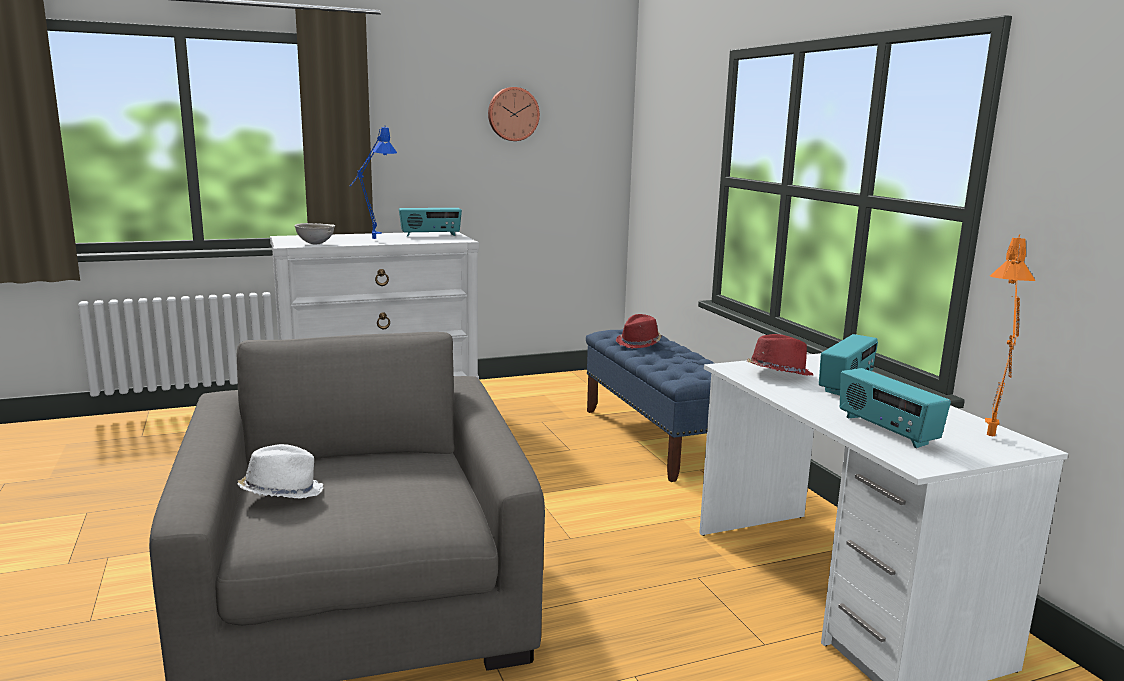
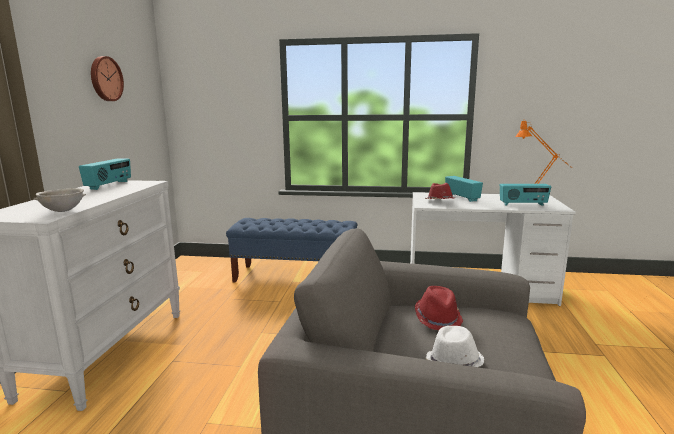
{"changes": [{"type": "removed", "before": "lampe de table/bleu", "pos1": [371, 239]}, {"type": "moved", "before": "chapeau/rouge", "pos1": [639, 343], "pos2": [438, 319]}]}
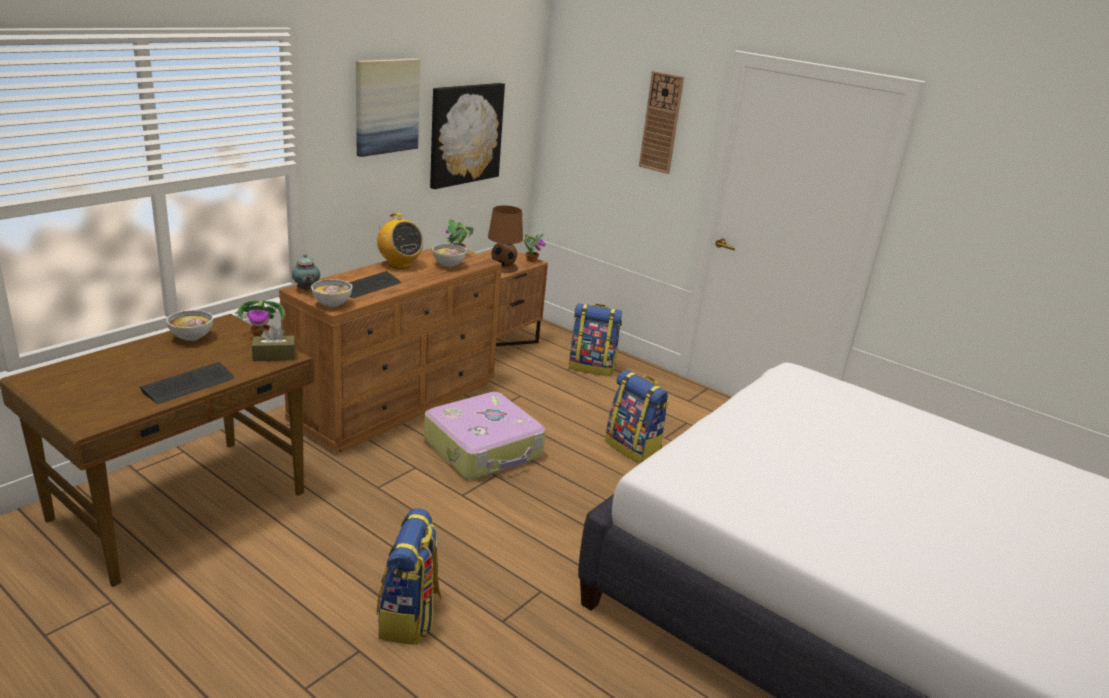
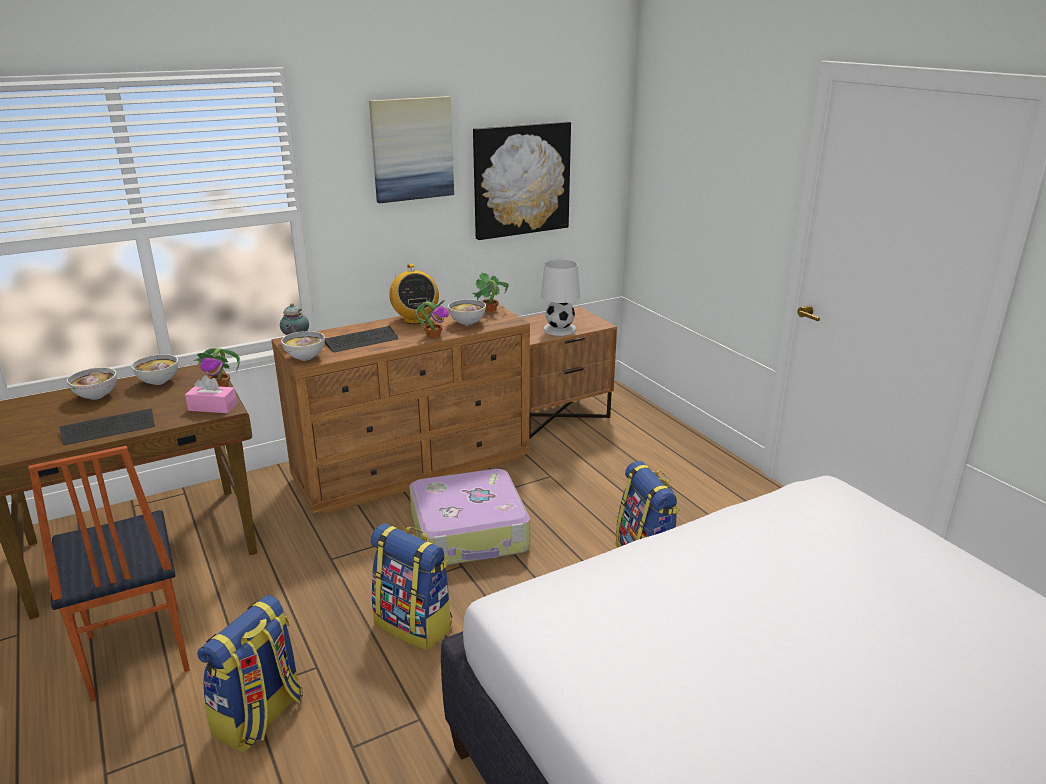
{"changes": [{"type": "removed", "before": "horloge murale", "pos1": [661, 122]}, {"type": "added", "after": "chaise", "pos2": [135, 654]}, {"type": "added", "after": "bol", "pos2": [97, 396]}, {"type": "moved", "before": "plante en pot", "pos1": [531, 260], "pos2": [433, 335]}, {"type": "moved", "before": "sac à dos", "pos1": [592, 367], "pos2": [415, 624]}, {"type": "recoloured", "before": "boîte à mouchoirs/marron", "after": "boîte à mouchoirs/rose", "pos1": [274, 356], "pos2": [212, 407]}, {"type": "recoloured", "before": "lampe de table/marron", "after": "lampe de table/blanc", "pos1": [503, 267], "pos2": [559, 329]}]}
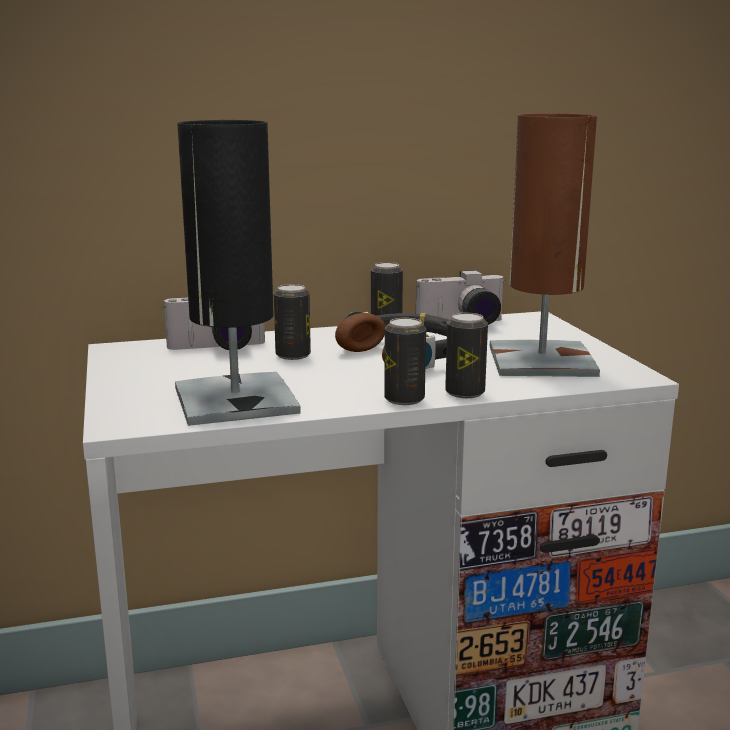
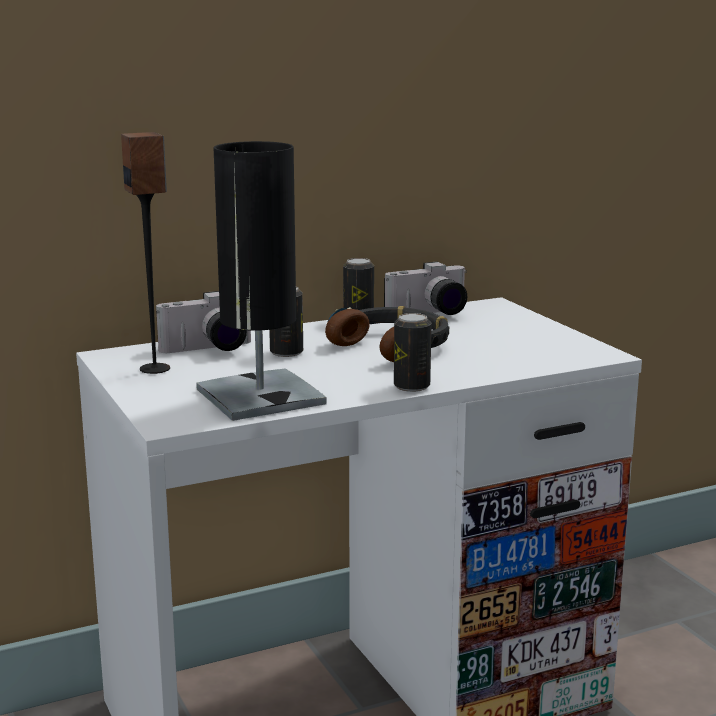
{"changes": [{"type": "removed", "before": "boîte métallique", "pos1": [465, 392]}, {"type": "removed", "before": "lampe de table/marron", "pos1": [541, 361]}, {"type": "added", "after": "enceinte", "pos2": [155, 369]}]}
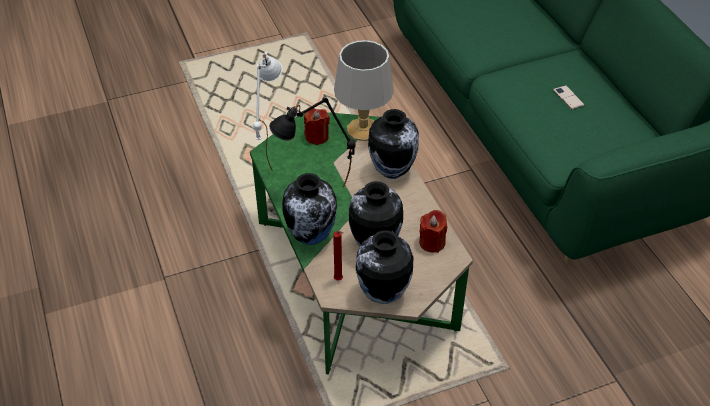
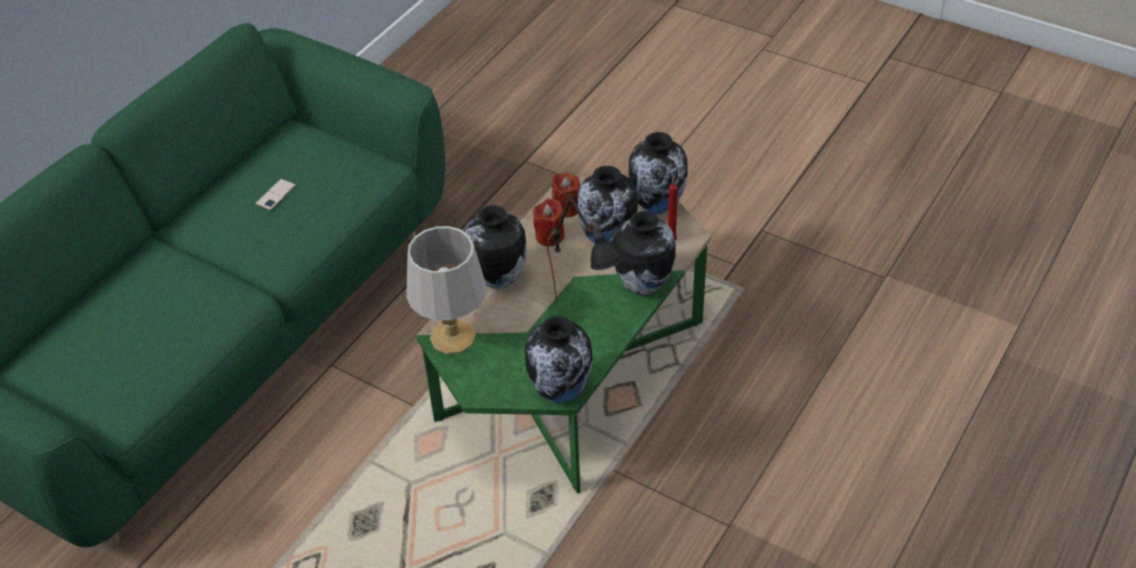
{"changes": [{"type": "moved", "before": "bougie/rouge", "pos1": [317, 137], "pos2": [549, 236]}, {"type": "replaced", "before": "lampe de table/blanc", "after": "vase", "pos1": [268, 151], "pos2": [561, 392]}]}
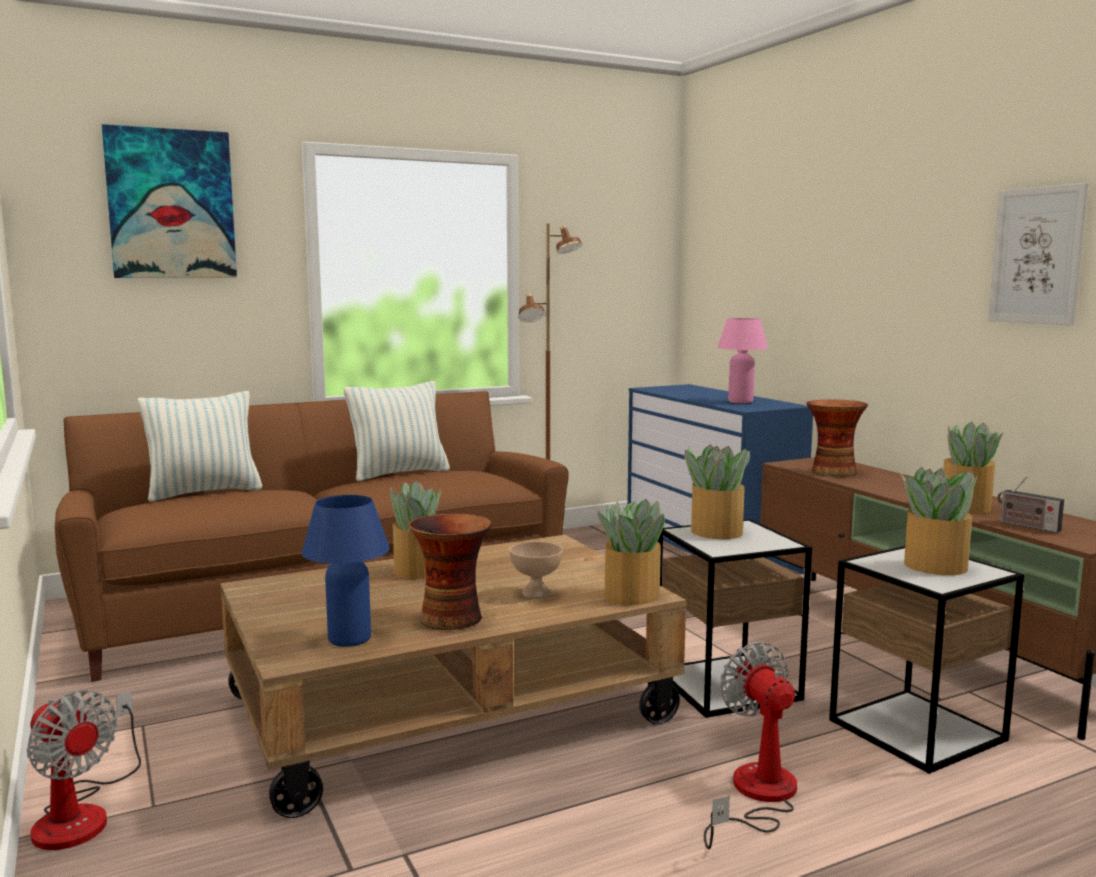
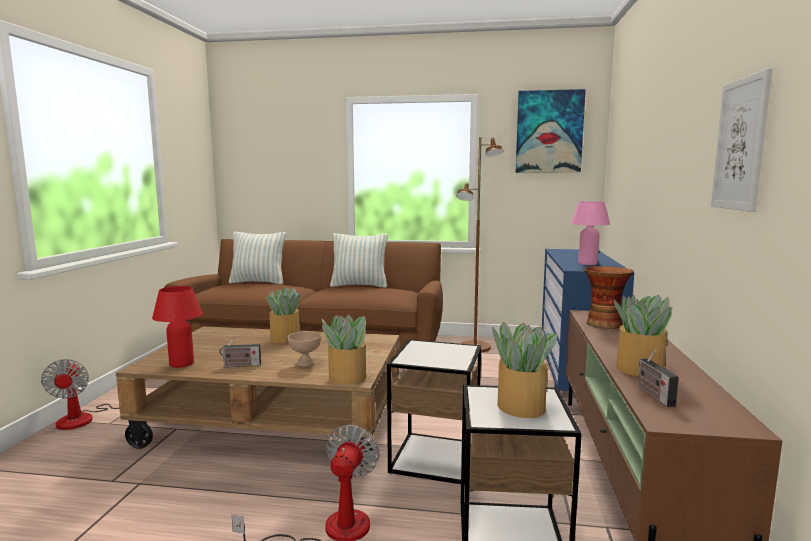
{"changes": [{"type": "removed", "before": "plante en pot", "pos1": [715, 532]}, {"type": "moved", "before": "tableau", "pos1": [171, 204], "pos2": [549, 132]}, {"type": "replaced", "before": "vase", "after": "radio", "pos1": [452, 618], "pos2": [240, 366]}, {"type": "recoloured", "before": "lampe de table/bleu", "after": "lampe de table/rouge", "pos1": [349, 639], "pos2": [181, 364]}]}
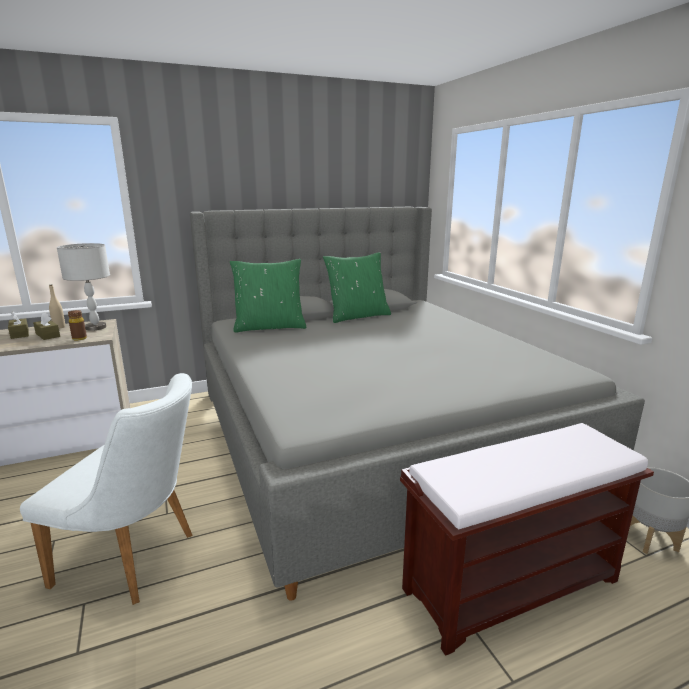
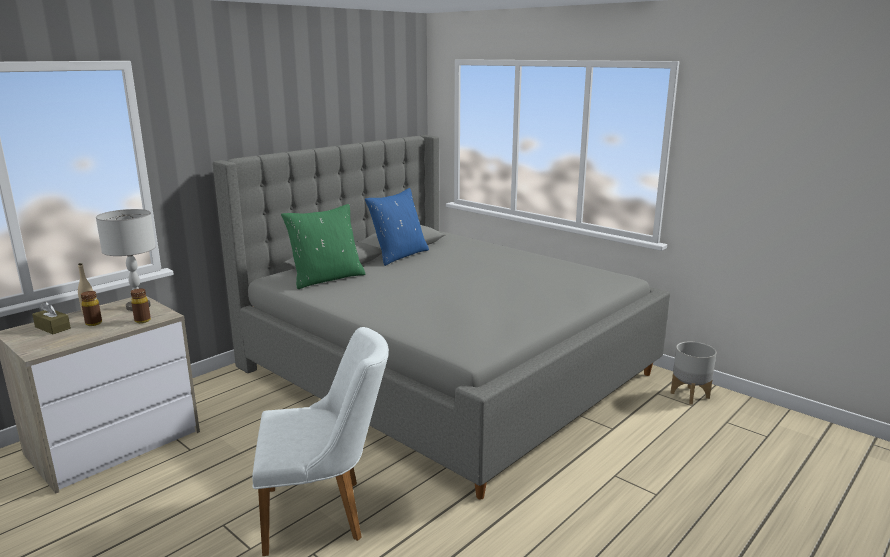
{"changes": [{"type": "removed", "before": "banc/marron", "pos1": [512, 583]}, {"type": "replaced", "before": "boîte à mouchoirs/marron", "after": "bouteille/marron", "pos1": [48, 335], "pos2": [93, 323]}, {"type": "recoloured", "before": "coussin/vert", "after": "coussin/bleu", "pos1": [357, 316], "pos2": [399, 255]}]}
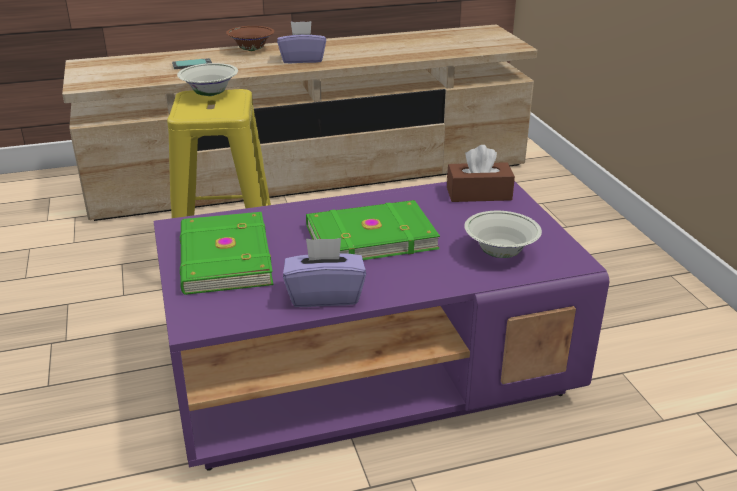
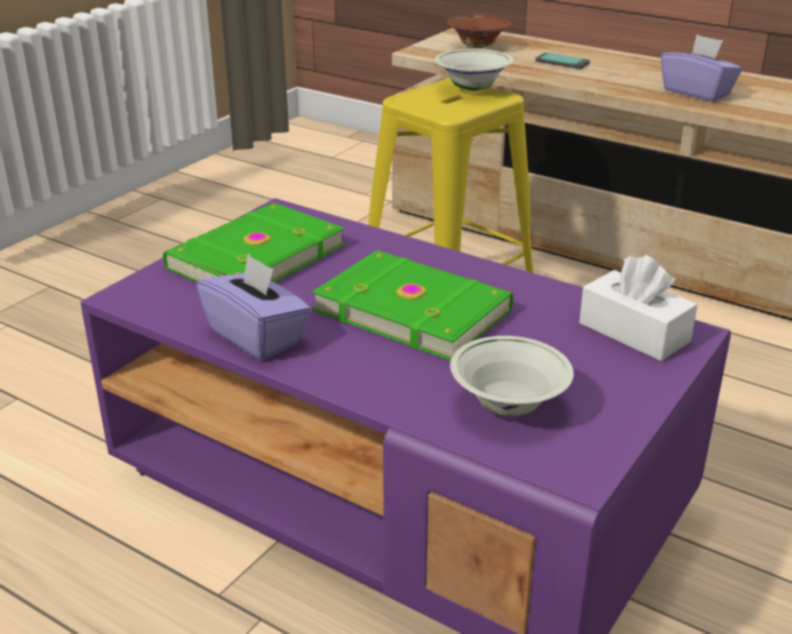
{"changes": [{"type": "moved", "before": "bol/marron", "pos1": [251, 50], "pos2": [477, 47]}, {"type": "recoloured", "before": "boîte à mouchoirs/marron", "after": "boîte à mouchoirs/blanc", "pos1": [479, 194], "pos2": [634, 332]}]}
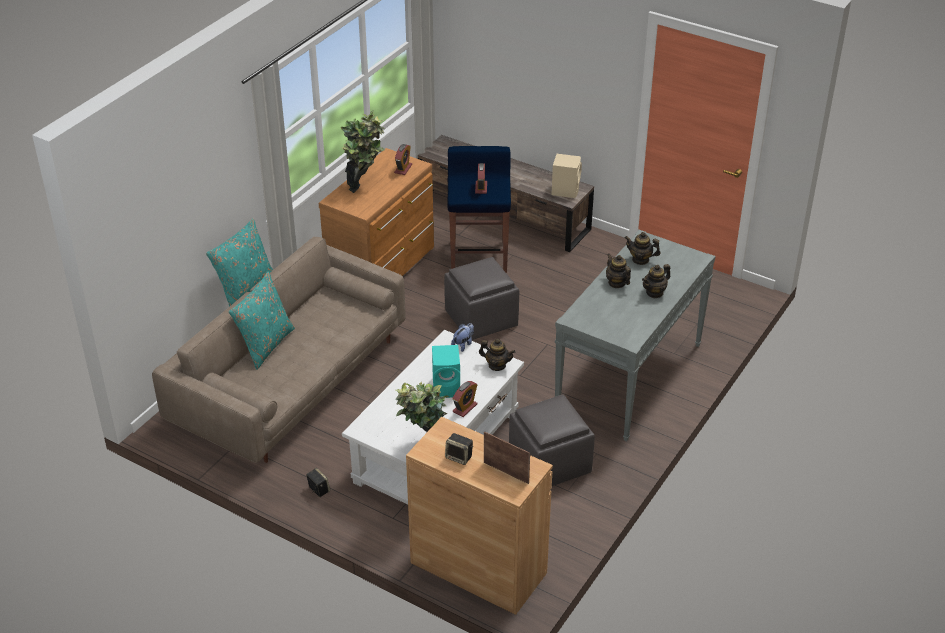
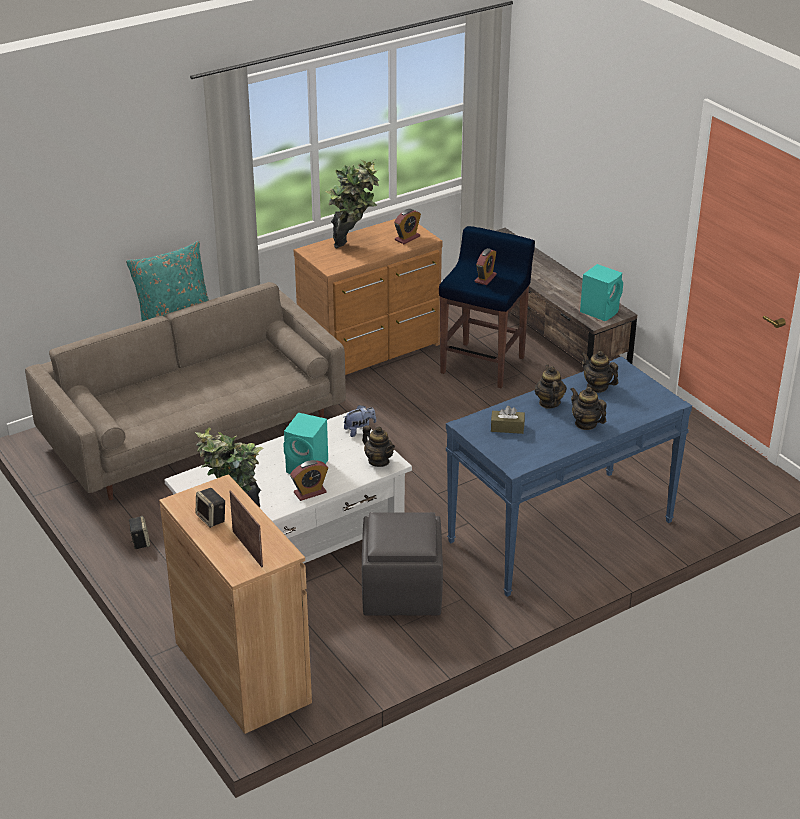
{"changes": [{"type": "removed", "before": "coussin/turquoise", "pos1": [265, 345]}, {"type": "removed", "before": "pouf/gris", "pos1": [481, 318]}, {"type": "added", "after": "boîte à mouchoirs/marron", "pos2": [507, 427]}, {"type": "recoloured", "before": "enceinte/beige", "after": "enceinte/turquoise", "pos1": [565, 190], "pos2": [600, 311]}, {"type": "recoloured", "before": "table console/gris", "after": "table console/bleu", "pos1": [629, 378], "pos2": [560, 532]}, {"type": "turned", "before": "théière", "pos1": [654, 292], "pos2": [586, 424], "turn": 60}]}
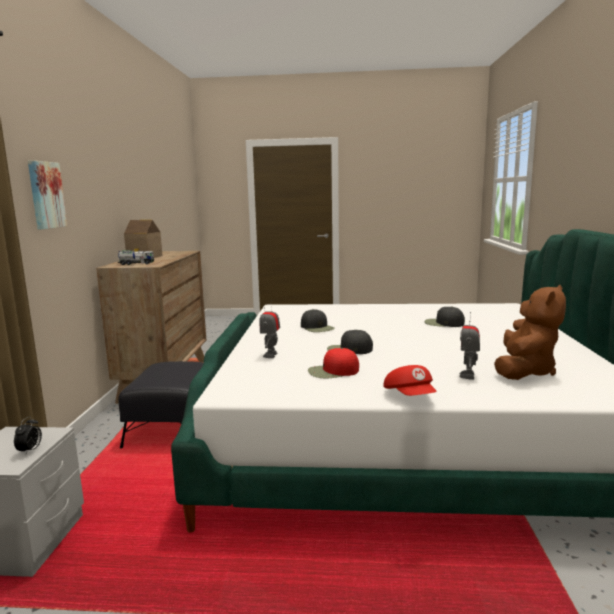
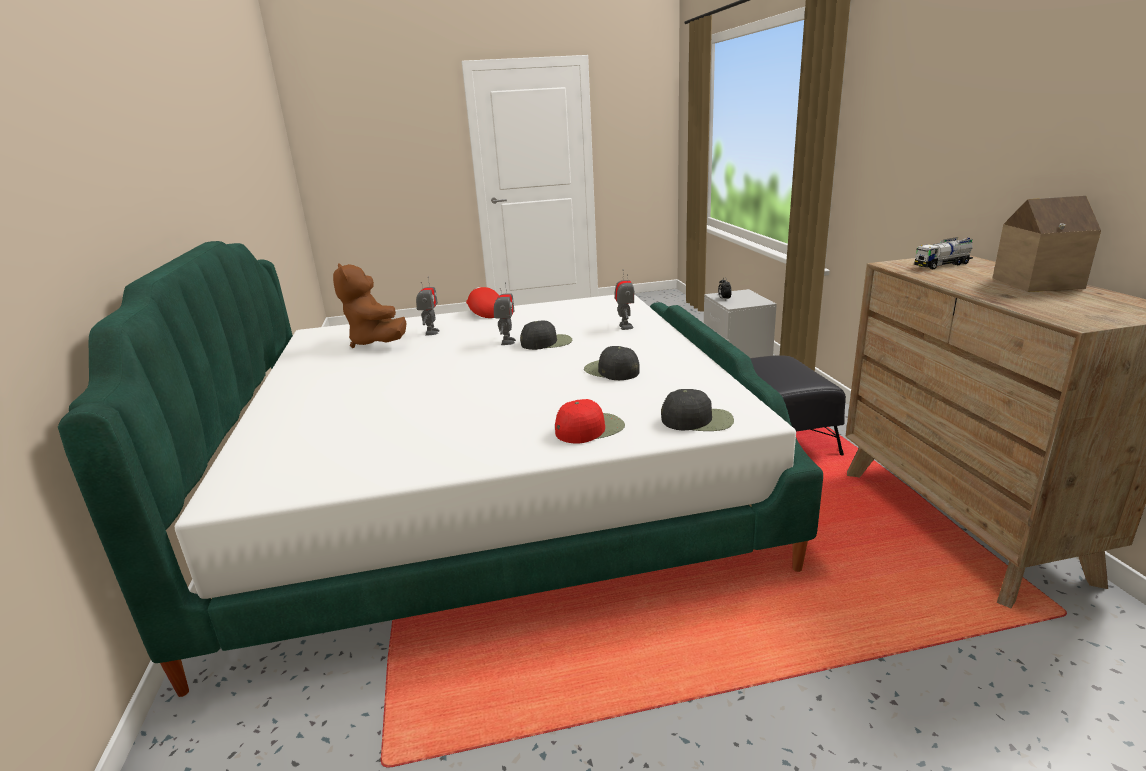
{"changes": [{"type": "removed", "before": "tableau", "pos1": [45, 195]}, {"type": "added", "after": "robot jouet", "pos2": [507, 342]}, {"type": "moved", "before": "casquette/rouge", "pos1": [333, 371], "pos2": [589, 428]}, {"type": "moved", "before": "casquette/noir", "pos1": [443, 323], "pos2": [698, 420]}, {"type": "turned", "before": "peluche/marron", "pos1": [524, 371], "pos2": [376, 342], "turn": -45}]}
